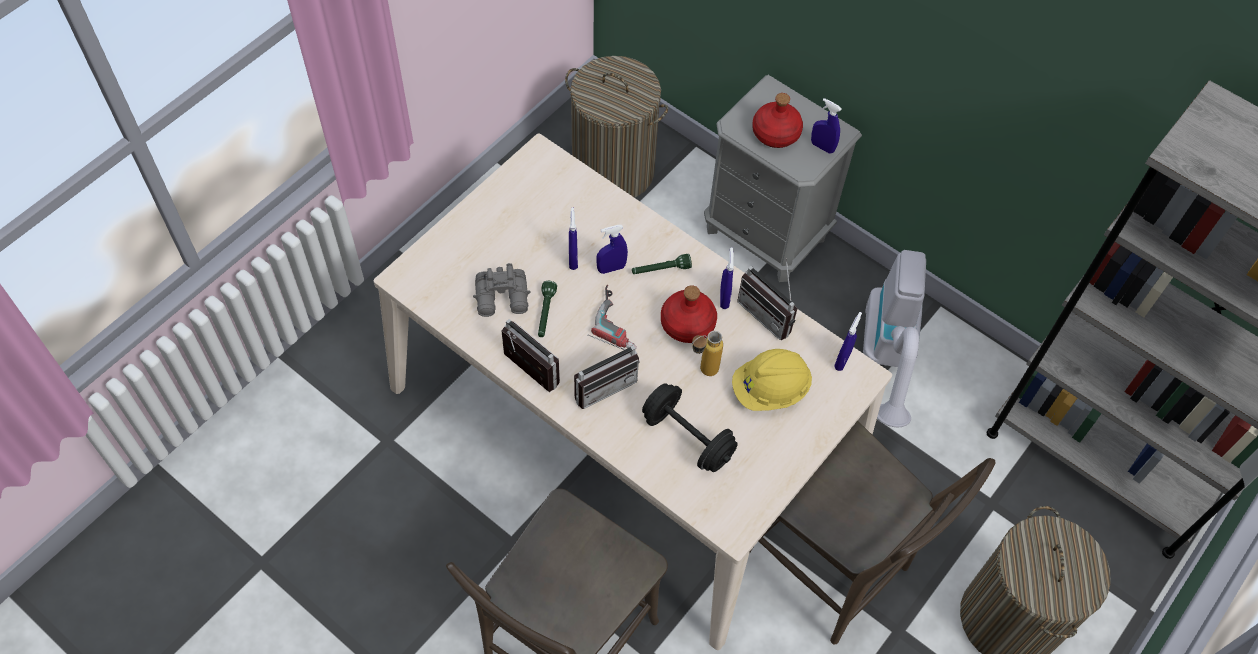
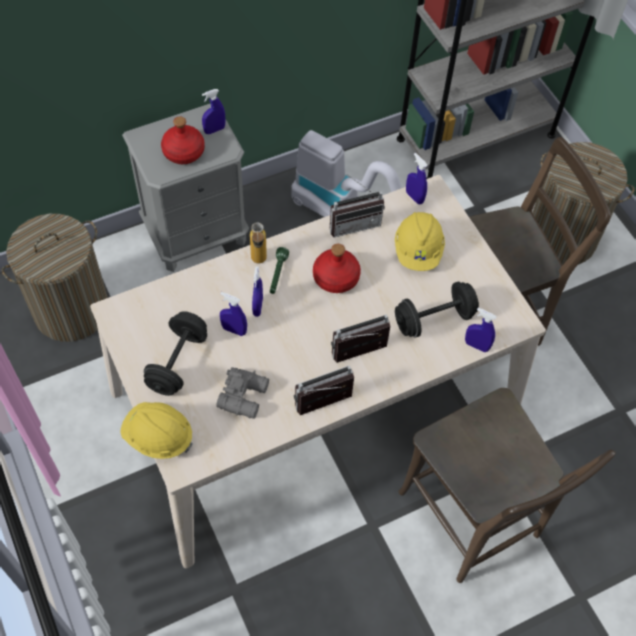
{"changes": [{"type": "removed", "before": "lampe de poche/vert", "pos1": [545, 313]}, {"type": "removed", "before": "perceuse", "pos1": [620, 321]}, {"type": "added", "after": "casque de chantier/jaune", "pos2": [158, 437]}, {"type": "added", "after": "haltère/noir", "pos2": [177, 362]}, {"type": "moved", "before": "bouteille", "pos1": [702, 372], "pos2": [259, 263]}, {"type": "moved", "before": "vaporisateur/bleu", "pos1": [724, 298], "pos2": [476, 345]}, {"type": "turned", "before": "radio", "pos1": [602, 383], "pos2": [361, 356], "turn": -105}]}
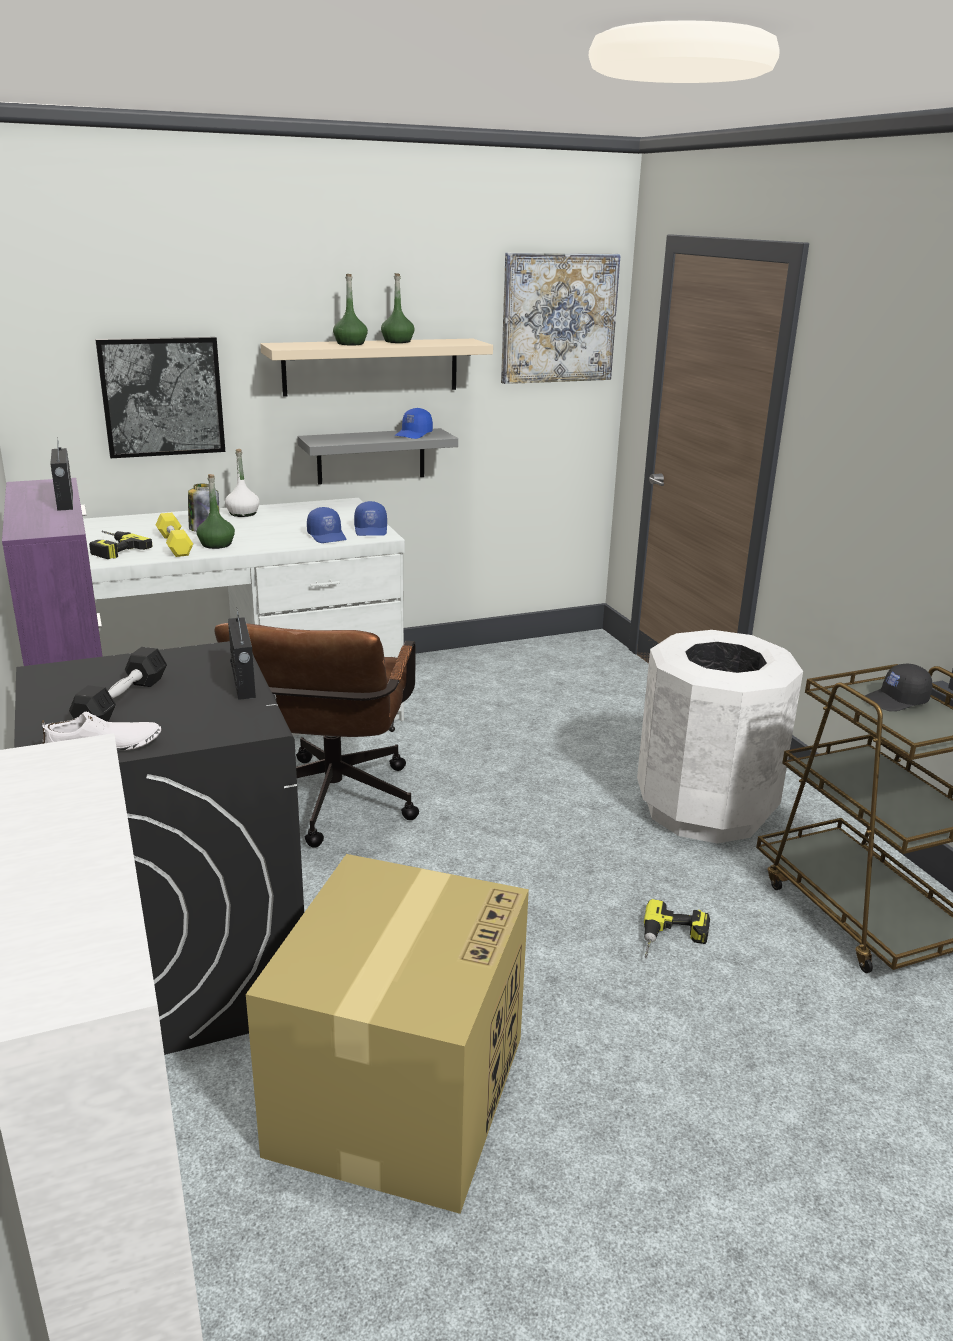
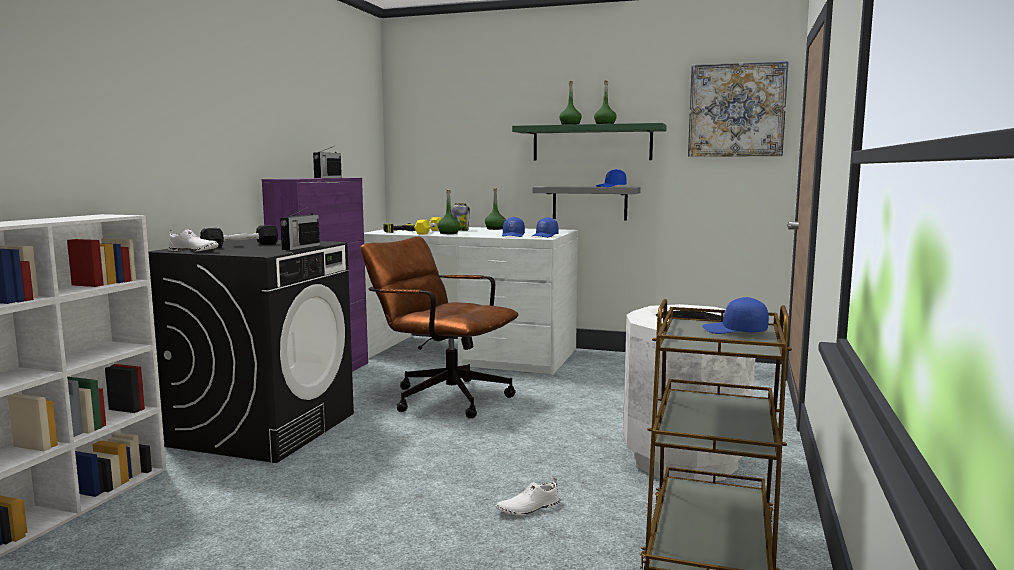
{"changes": [{"type": "removed", "before": "tableau", "pos1": [162, 396]}, {"type": "removed", "before": "carton", "pos1": [399, 1091]}, {"type": "replaced", "before": "perceuse", "after": "chaussure/blanc", "pos1": [673, 941], "pos2": [528, 508]}, {"type": "recoloured", "before": "bouteille/blanc", "after": "bouteille/vert", "pos1": [243, 513], "pos2": [495, 229]}, {"type": "recoloured", "before": "étagère/beige", "after": "étagère/vert", "pos1": [371, 366], "pos2": [591, 143]}, {"type": "recoloured", "before": "casquette/noir", "after": "casquette/bleu", "pos1": [896, 701], "pos2": [734, 331]}, {"type": "turned", "before": "chaise de bureau/marron", "pos1": [329, 808], "pos2": [442, 396], "turn": 75}]}
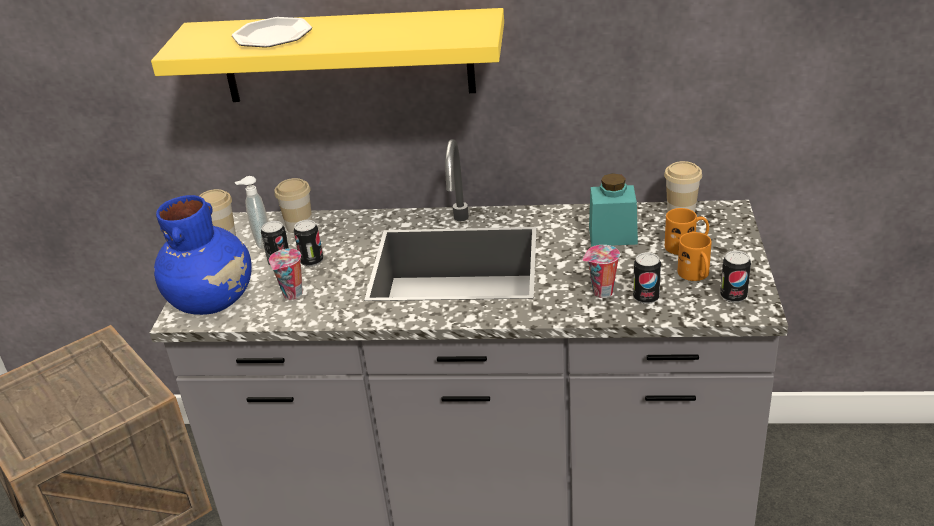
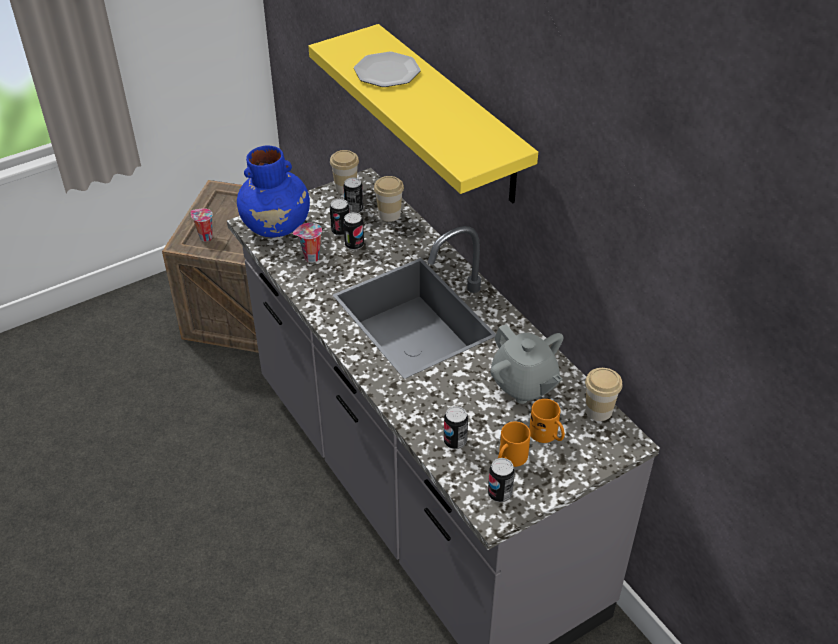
{"changes": [{"type": "moved", "before": "tasse", "pos1": [601, 293], "pos2": [205, 237]}, {"type": "replaced", "before": "distributeur de savon", "after": "boîte métallique", "pos1": [261, 243], "pos2": [354, 209]}, {"type": "replaced", "before": "bocal/turquoise", "after": "théière/gris", "pos1": [612, 235], "pos2": [524, 384]}]}
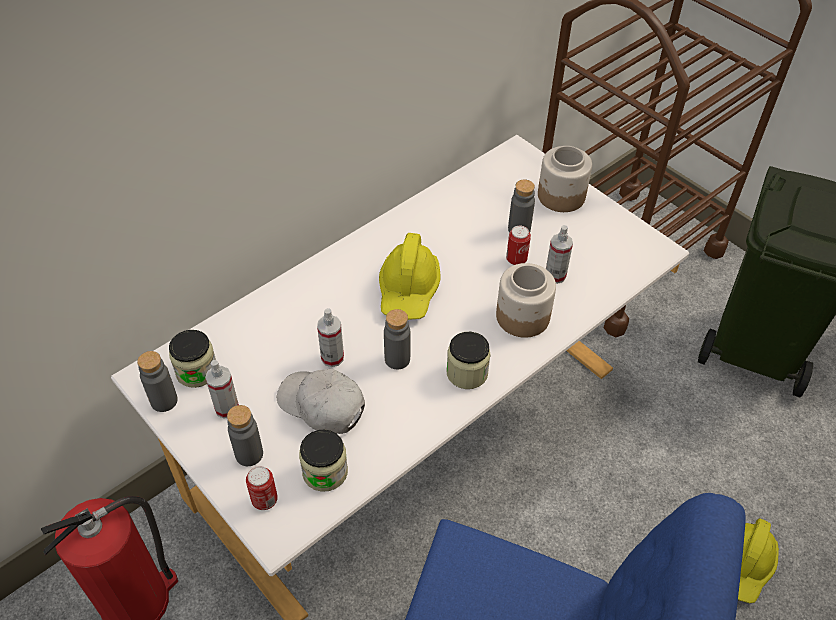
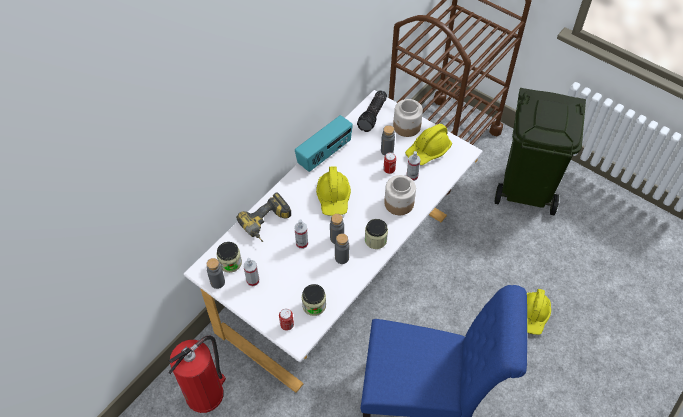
{"changes": [{"type": "removed", "before": "casquette/blanc", "pos1": [322, 405]}, {"type": "added", "after": "perceuse", "pos2": [267, 224]}, {"type": "added", "after": "radio", "pos2": [325, 154]}, {"type": "added", "after": "lampe de poche", "pos2": [373, 115]}, {"type": "added", "after": "casque de chantier/jaune", "pos2": [428, 151]}, {"type": "moved", "before": "bouteille/gris", "pos1": [249, 454], "pos2": [342, 258]}]}
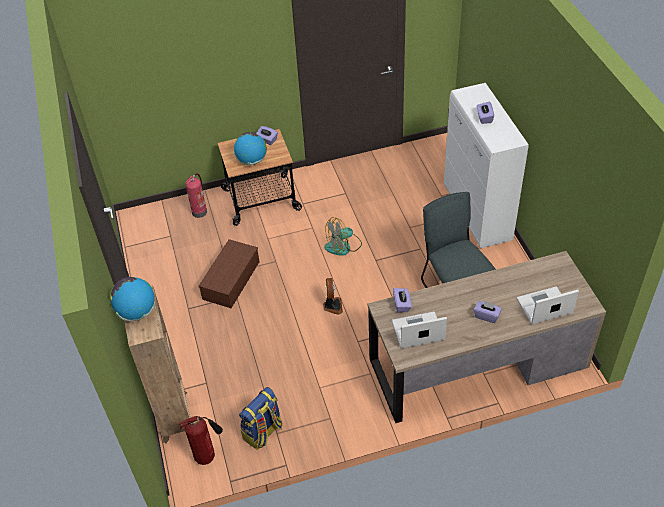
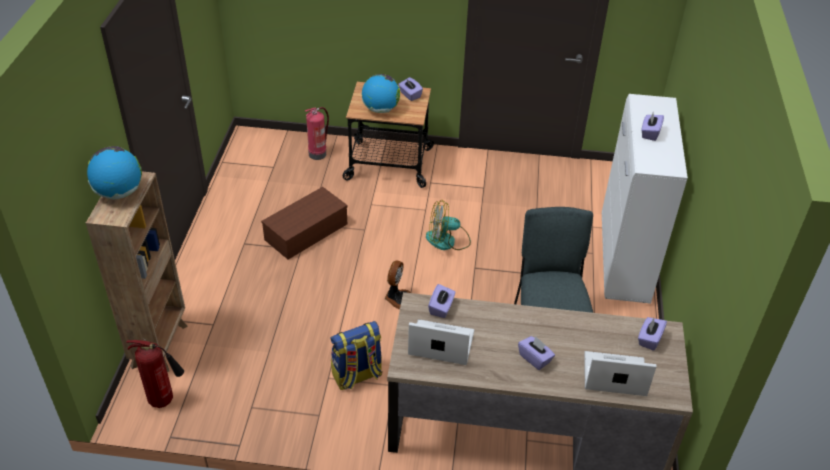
{"changes": [{"type": "added", "after": "boîte à mouchoirs/violet", "pos2": [649, 339]}, {"type": "moved", "before": "sac à dos", "pos1": [263, 432], "pos2": [357, 376]}]}
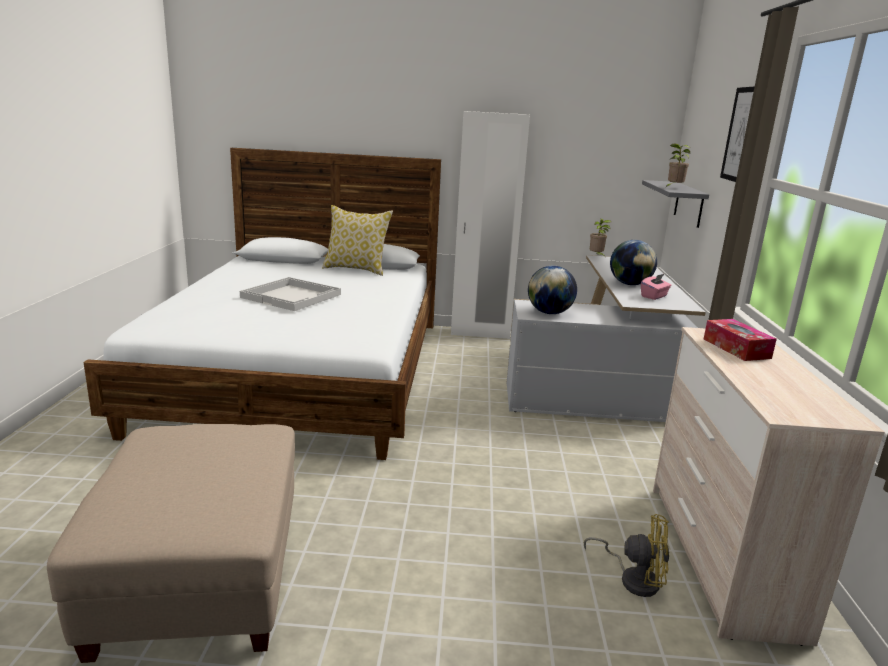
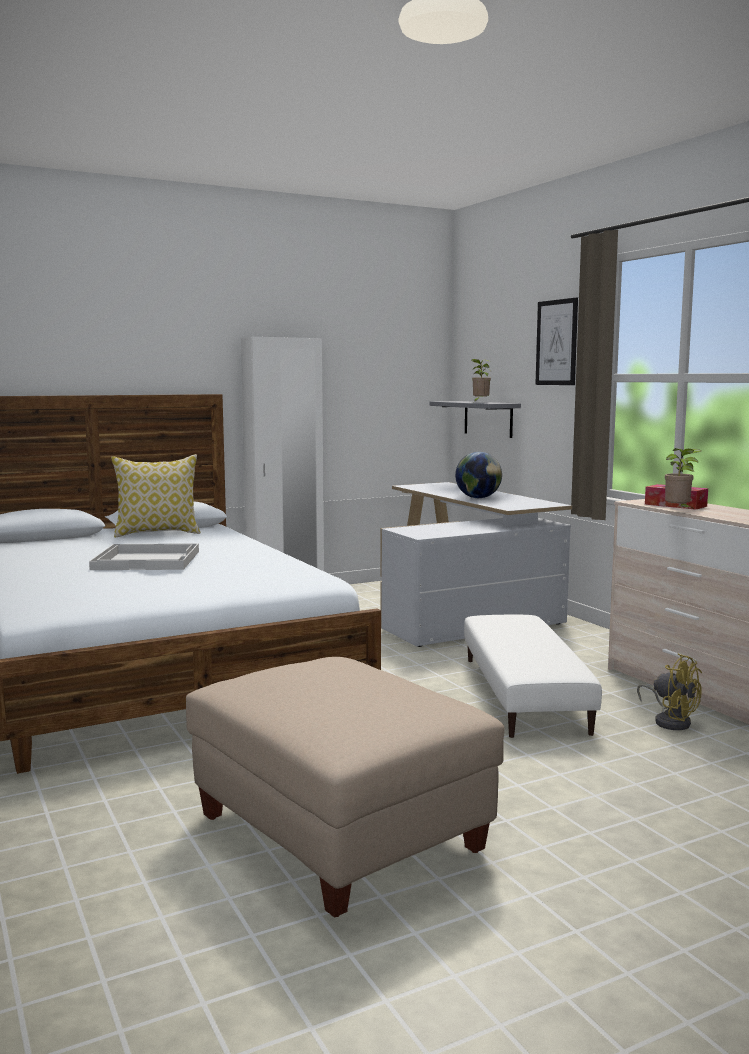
{"changes": [{"type": "removed", "before": "globe", "pos1": [549, 313]}, {"type": "removed", "before": "boîte à mouchoirs/rose", "pos1": [654, 296]}, {"type": "added", "after": "pouf/blanc", "pos2": [524, 693]}, {"type": "moved", "before": "plante en pot", "pos1": [596, 256], "pos2": [679, 511]}, {"type": "turned", "before": "ventilateur/jaune", "pos1": [633, 578], "pos2": [670, 721], "turn": 60}]}
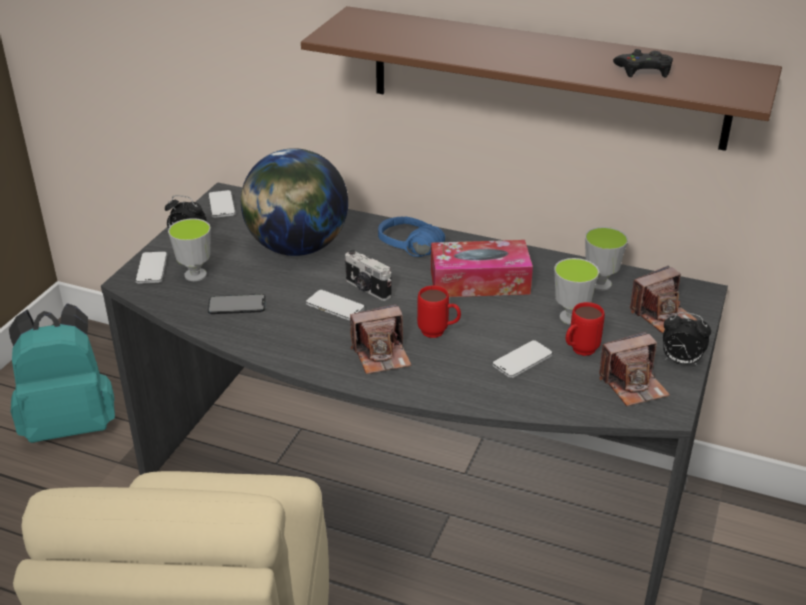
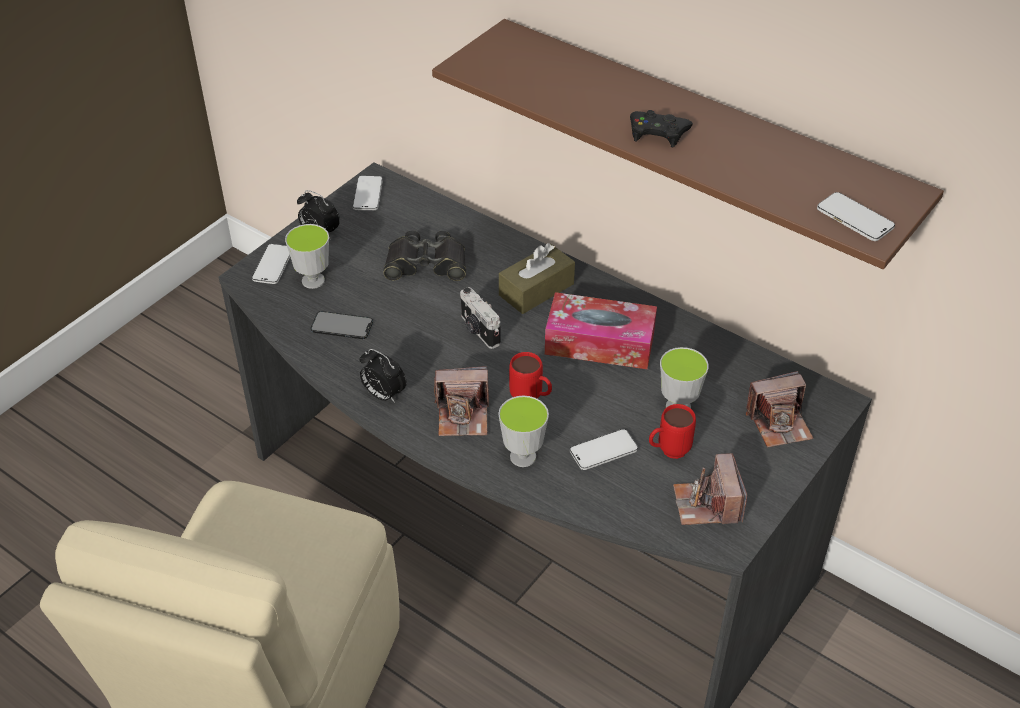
{"changes": [{"type": "removed", "before": "sac à dos/turquoise", "pos1": [71, 424]}, {"type": "moved", "before": "téléphone", "pos1": [335, 307], "pos2": [854, 219]}, {"type": "moved", "before": "tasse", "pos1": [600, 284], "pos2": [523, 457]}, {"type": "moved", "before": "manette/noir", "pos1": [644, 70], "pos2": [658, 133]}, {"type": "moved", "before": "réveil", "pos1": [680, 361], "pos2": [383, 395]}, {"type": "replaced", "before": "globe", "after": "jumelles/noir", "pos1": [297, 248], "pos2": [426, 264]}, {"type": "replaced", "before": "casque audio/bleu", "after": "boîte à mouchoirs/marron", "pos1": [405, 252], "pos2": [536, 289]}, {"type": "turned", "before": "appareil photo", "pos1": [633, 385], "pos2": [707, 504], "turn": 90}]}
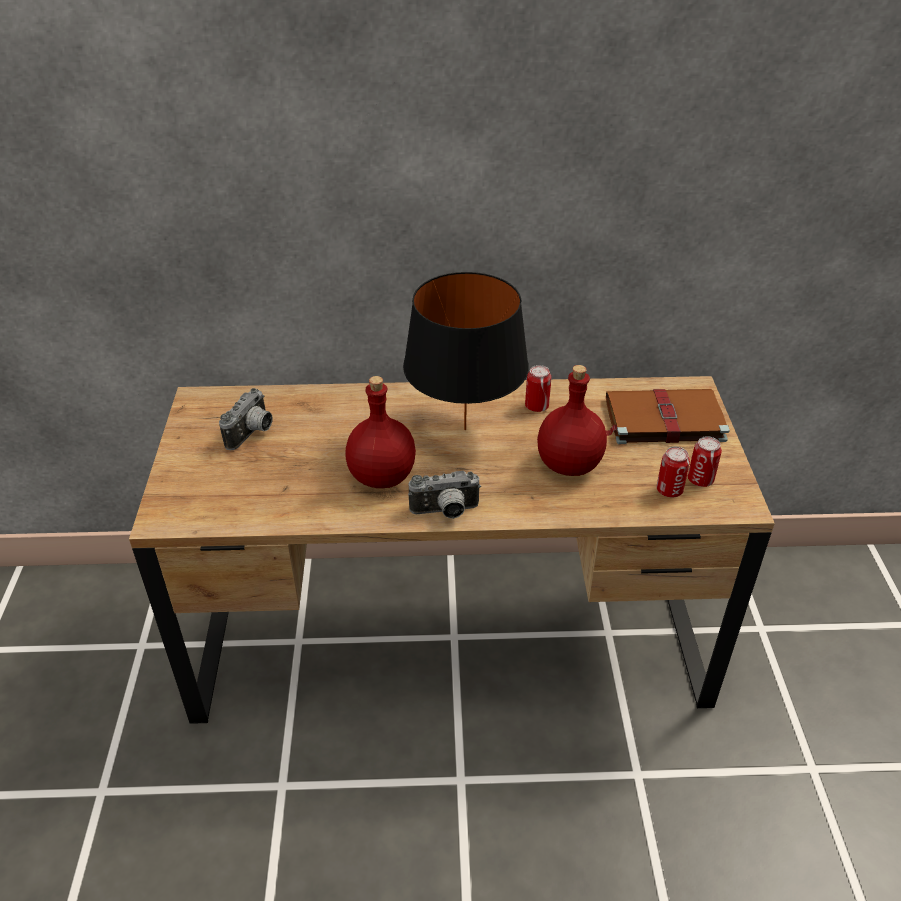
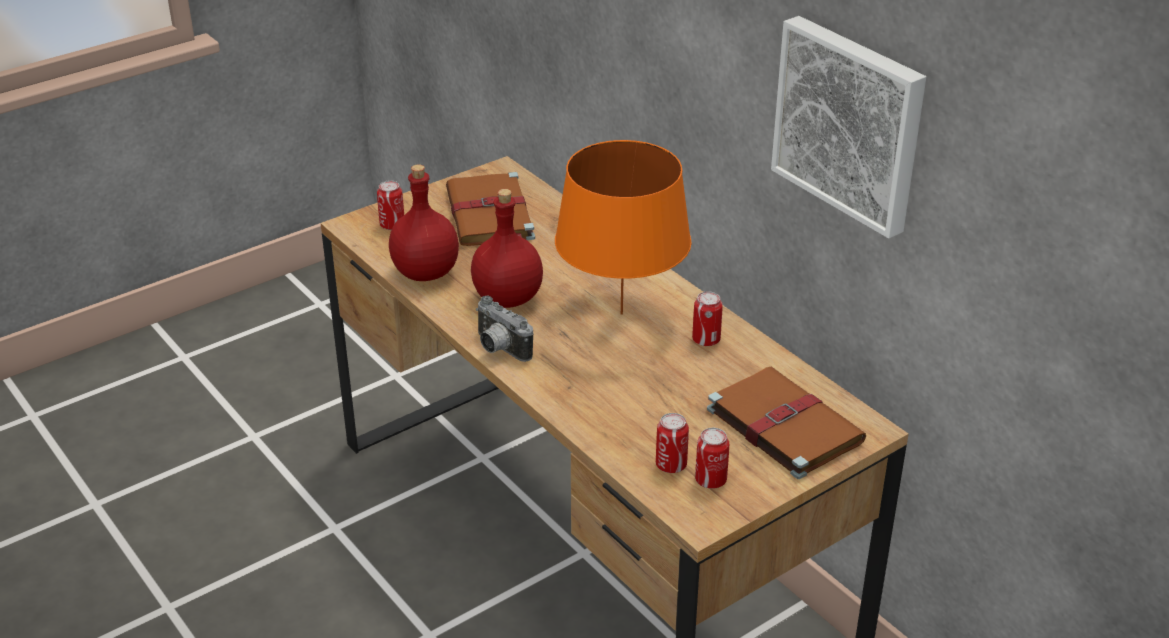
{"changes": [{"type": "added", "after": "boîte métallique", "pos2": [392, 225]}, {"type": "added", "after": "tableau", "pos2": [851, 123]}, {"type": "moved", "before": "bouteille/rouge", "pos1": [568, 464], "pos2": [426, 272]}, {"type": "replaced", "before": "appareil photo", "after": "livre/marron", "pos1": [253, 433], "pos2": [490, 215]}, {"type": "recoloured", "before": "lampe de table/noir", "after": "lampe de table/orange", "pos1": [464, 429], "pos2": [621, 313]}]}
